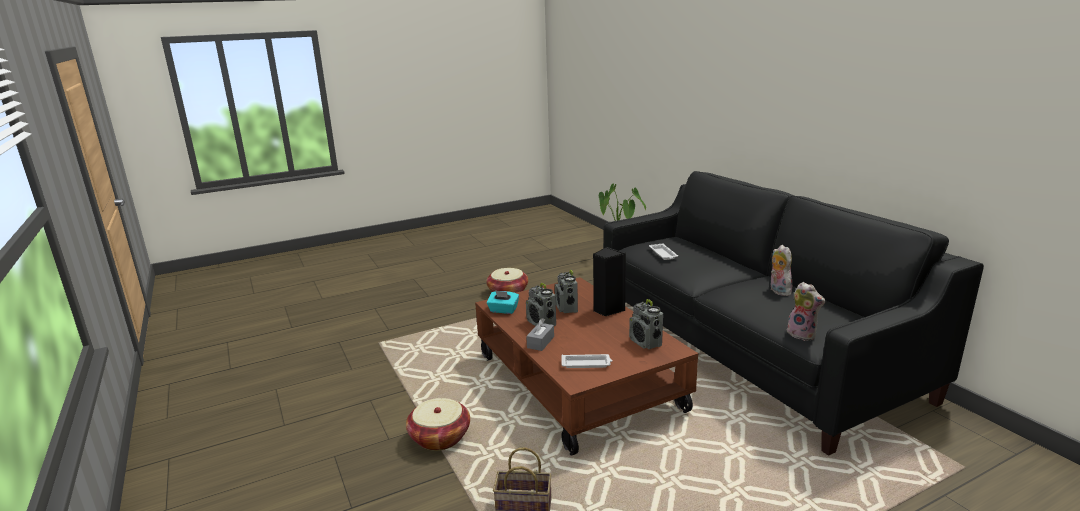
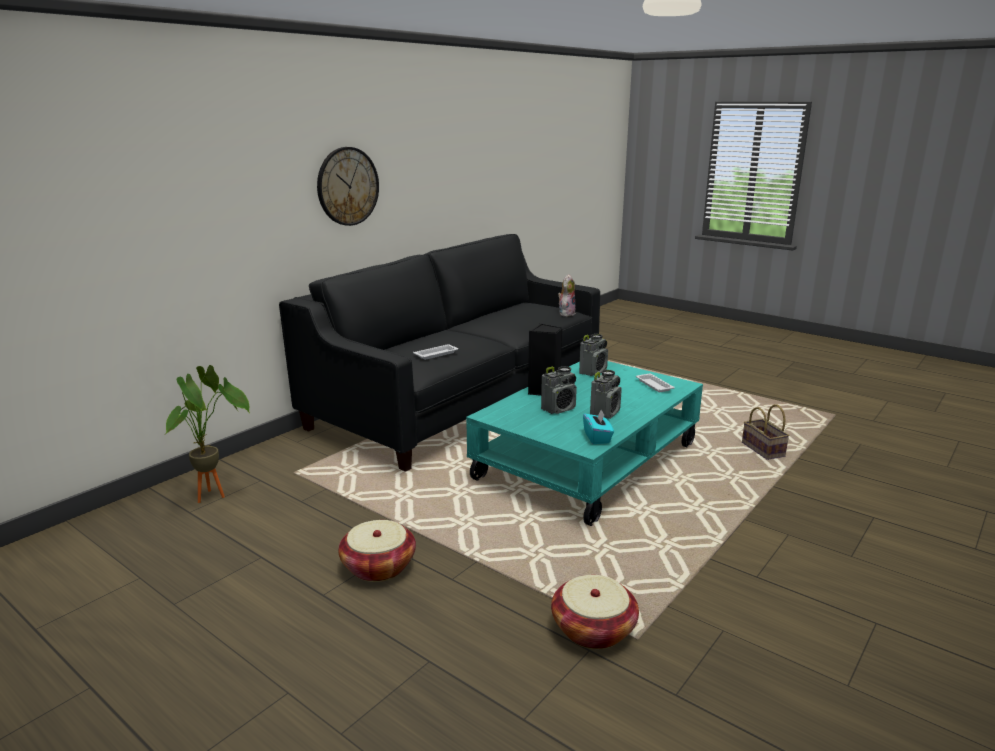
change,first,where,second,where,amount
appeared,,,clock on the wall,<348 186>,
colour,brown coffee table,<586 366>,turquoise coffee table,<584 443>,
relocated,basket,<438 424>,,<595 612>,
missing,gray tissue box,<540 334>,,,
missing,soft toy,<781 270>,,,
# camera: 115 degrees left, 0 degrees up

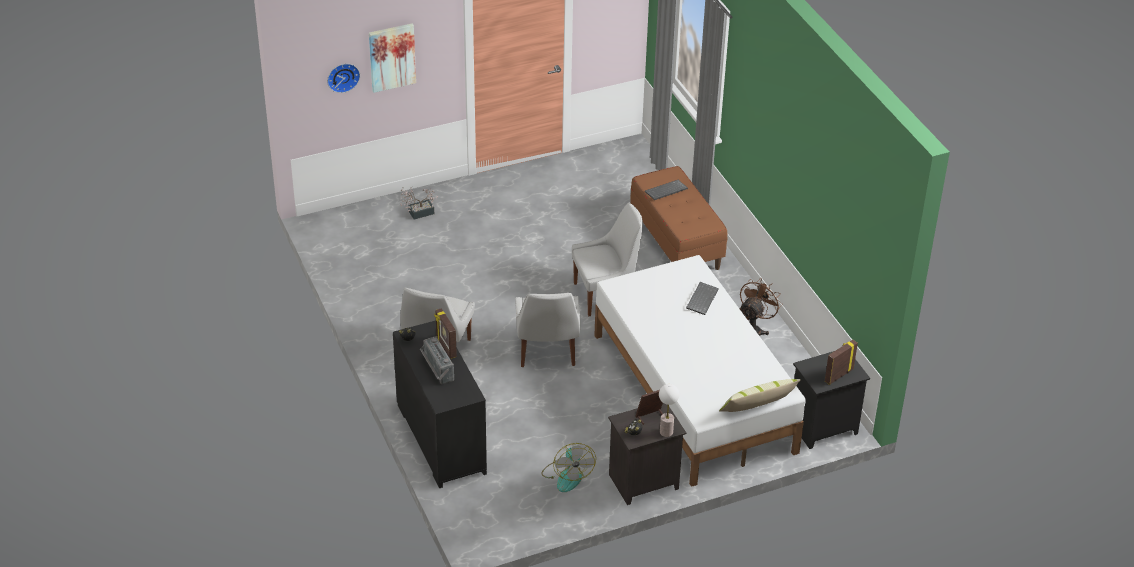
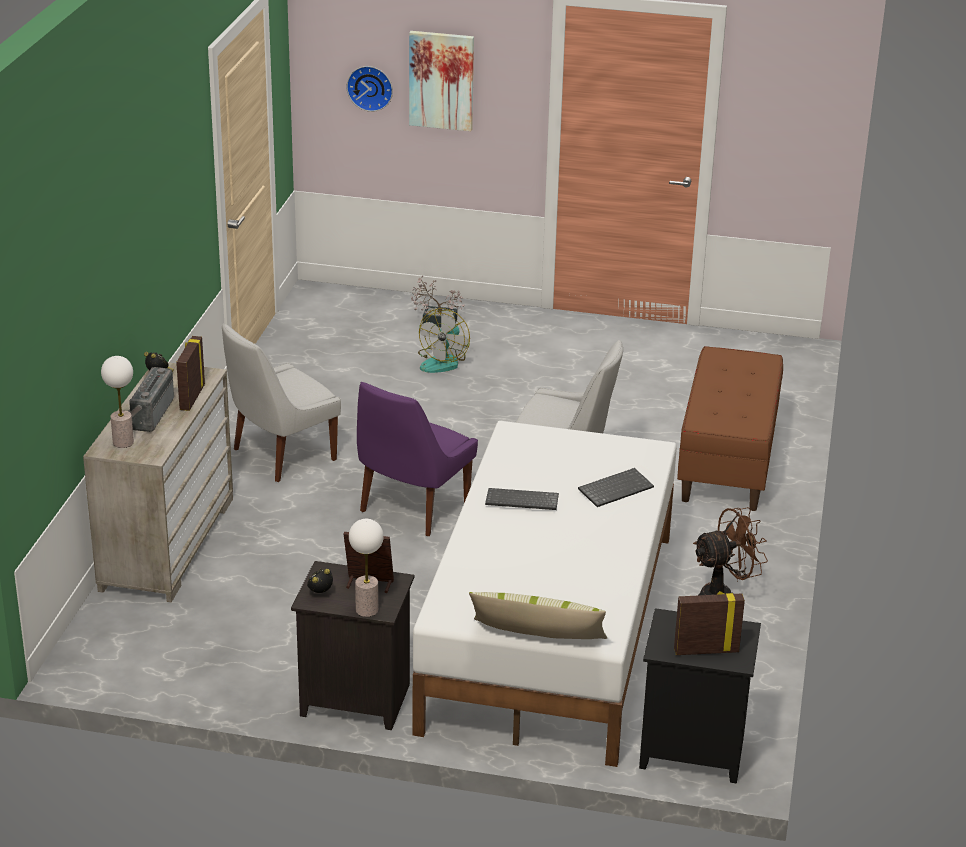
change,first,where,second,where,amount
colour,black-coloured chest of drawers,<440 404>,sand-coloured chest of drawers,<158 482>,
appeared,,,tabletop lamp,<117 402>,
colour,whitish chair,<547 330>,purple-coloured chair,<417 459>,
relocated,fan,<568 467>,,<444 340>,
relocated,PC keyboard,<666 190>,,<522 499>,
# camera: 35 degrees right, 10 degrees down

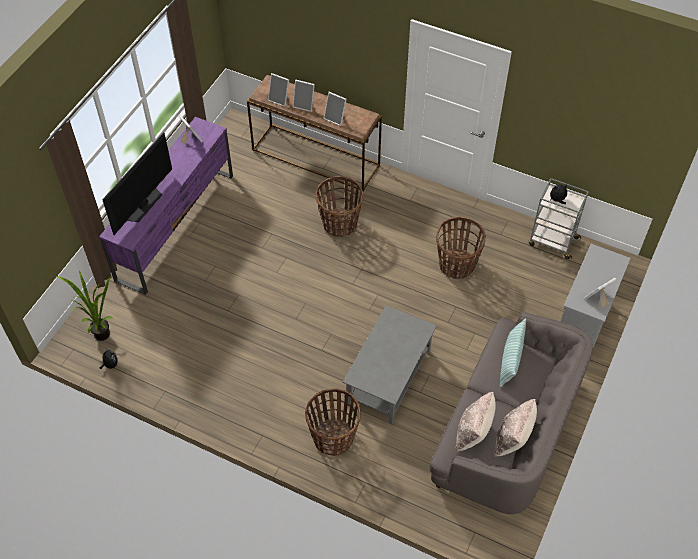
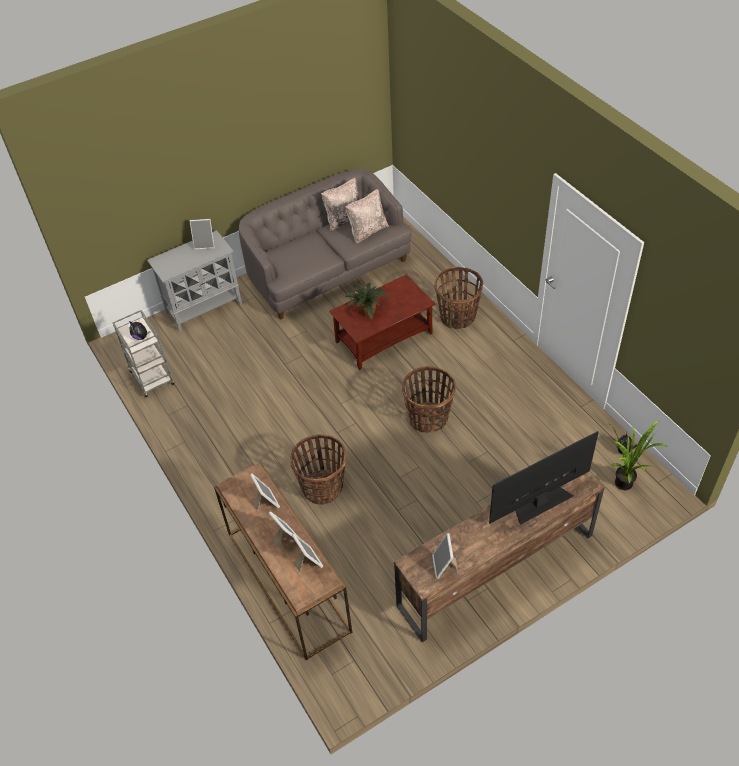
change,first,where,second,where,amount
colour,gray coffee table,<390 365>,brown coffee table,<382 322>,
appeared,,,potted plant,<367 301>,
colour,purple-coloured tv stand,<166 206>,brown tv stand,<499 556>,
relocated,basket,<461 248>,,<429 399>,
missing,throw pillow,<513 352>,,,
# camera: 145 degrees left, 5 degrees down

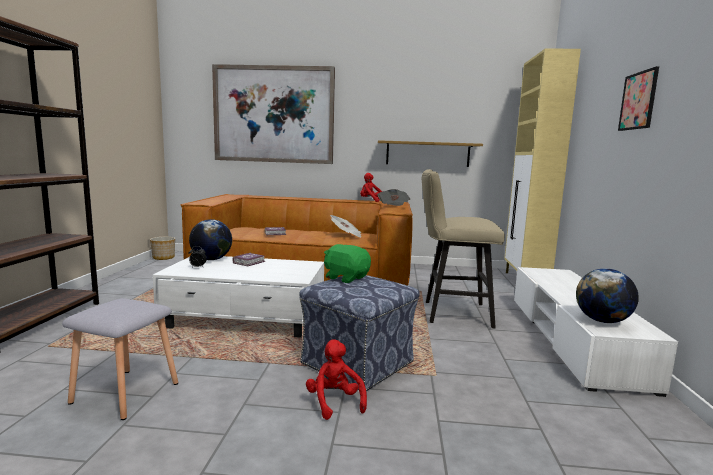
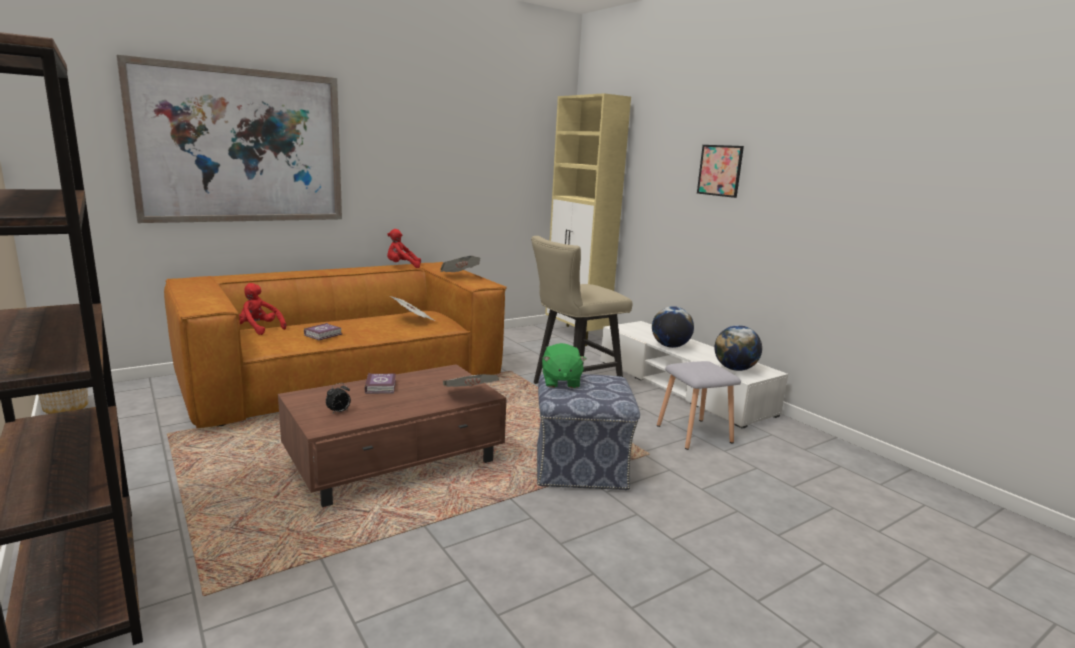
change,first,where,second,where,amount
relocated,reddish soft toy,<336 379>,,<262 309>,
colour,whitish coffee table,<238 297>,brown coffee table,<392 435>,
appeared,,,printed paper,<471 380>,
spun,greenish soft toy,<347 263>,,<564 365>,90 degrees counterclockwise
relocated,globe,<210 239>,,<673 327>,
relocated,gray sitting stool,<120 359>,,<699 405>,
missing,wall shelf,<430 153>,,,
# camera: 40 degrees left, 5 degrees up

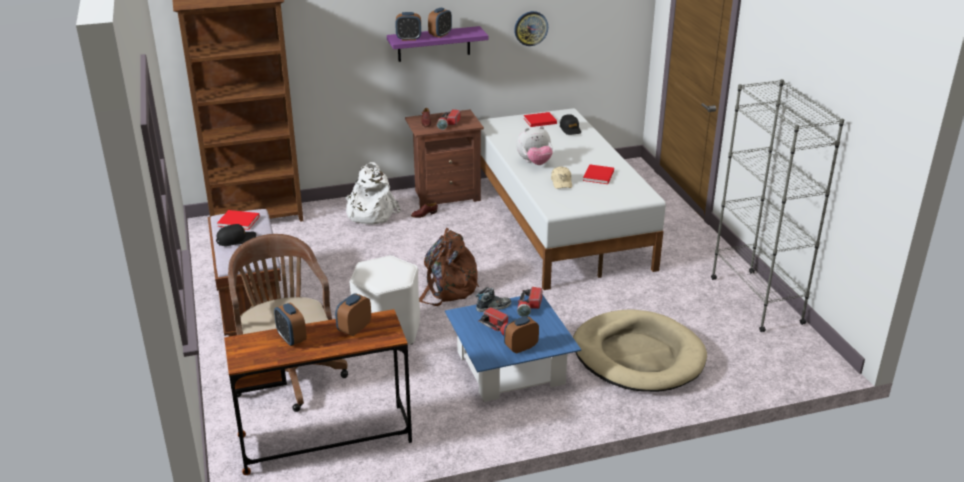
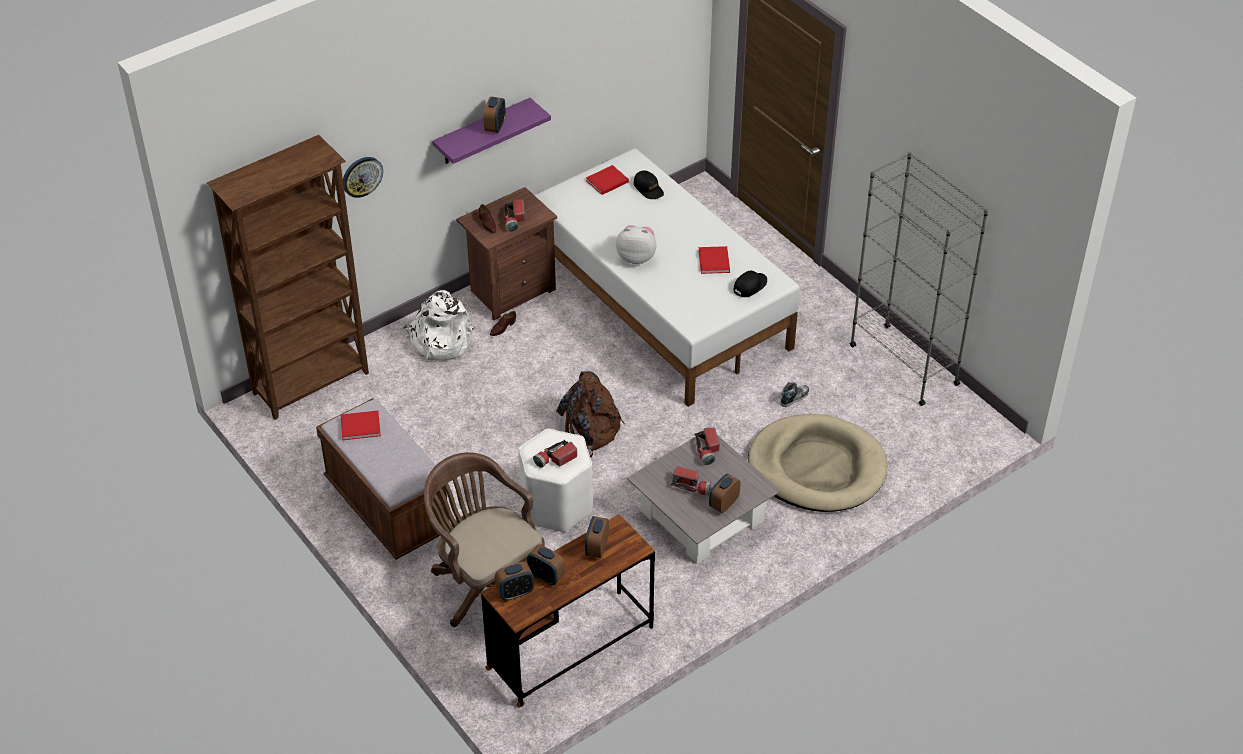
change,first,where,second,where,amount
relocated,clock on the wall,<531 28>,,<363 177>,
relocated,bedside clock,<408 26>,,<514 581>,
appeared,,,hand torch,<555 454>,
spun,soft toy,<535 145>,,<636 244>,135 degrees counterclockwise
colour,blue-coloured coffee table,<513 348>,gray coffee table,<704 499>,
relocated,black-coloured cap,<236 235>,,<750 284>,
relocated,shoe,<493 299>,,<795 394>,
missing,sand-coloured cap,<561 178>,,,
# camera: 20 degrees left, 15 degrees up

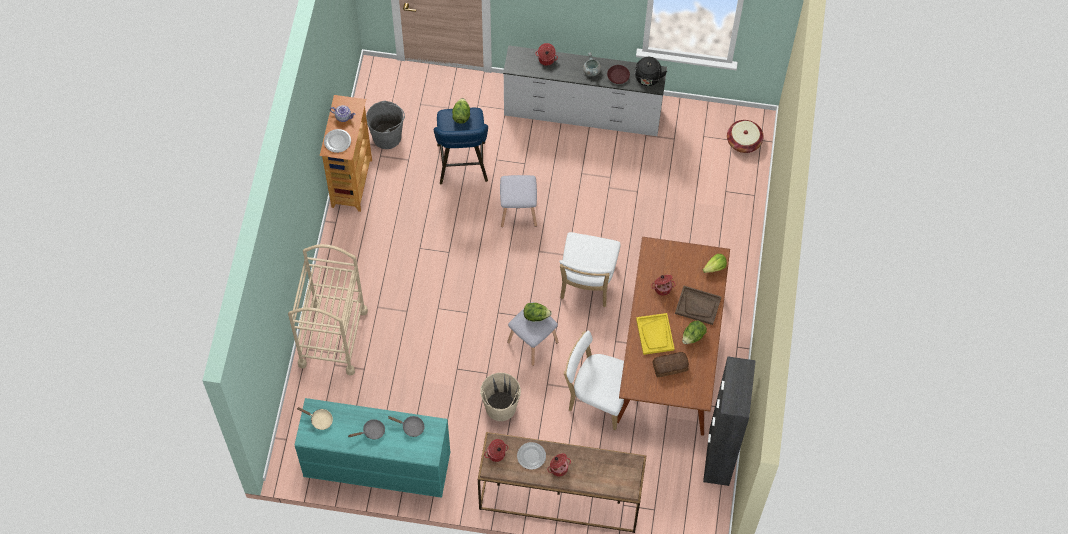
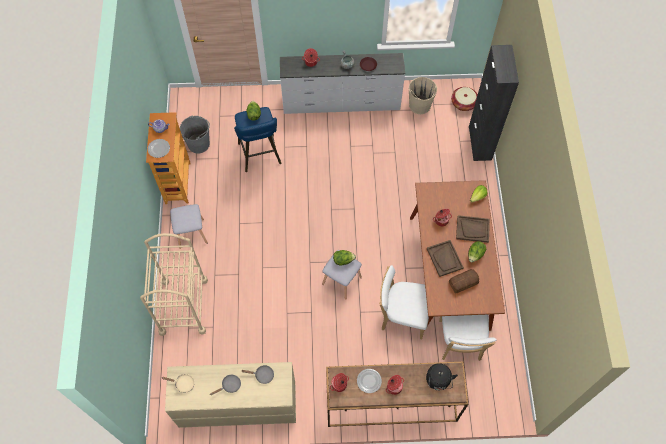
change,first,where,second,where,amount
colour,turquoise chest of drawers,<372 448>,sand-coloured chest of drawers,<230 395>,
relocated,gray sitting stool,<518 201>,,<189 226>,
relocated,sand-coloured bucket,<500 397>,,<423 95>,
relocated,black-coloured tea kettle,<650 71>,,<442 376>,
colour,yellowish serving tray,<655 334>,brown serving tray,<445 258>,
relocated,whitish chair,<589 269>,,<468 337>,
relocated,black-coloured cabinet,<729 421>,,<494 103>,
# camera: 10 degrees left, 0 degrees up

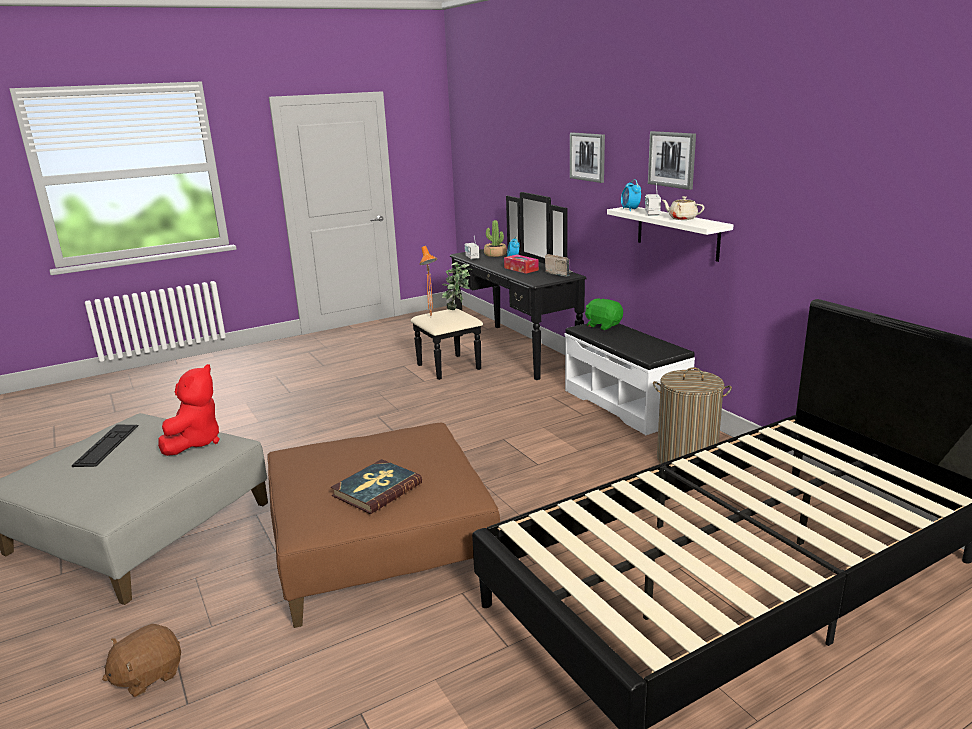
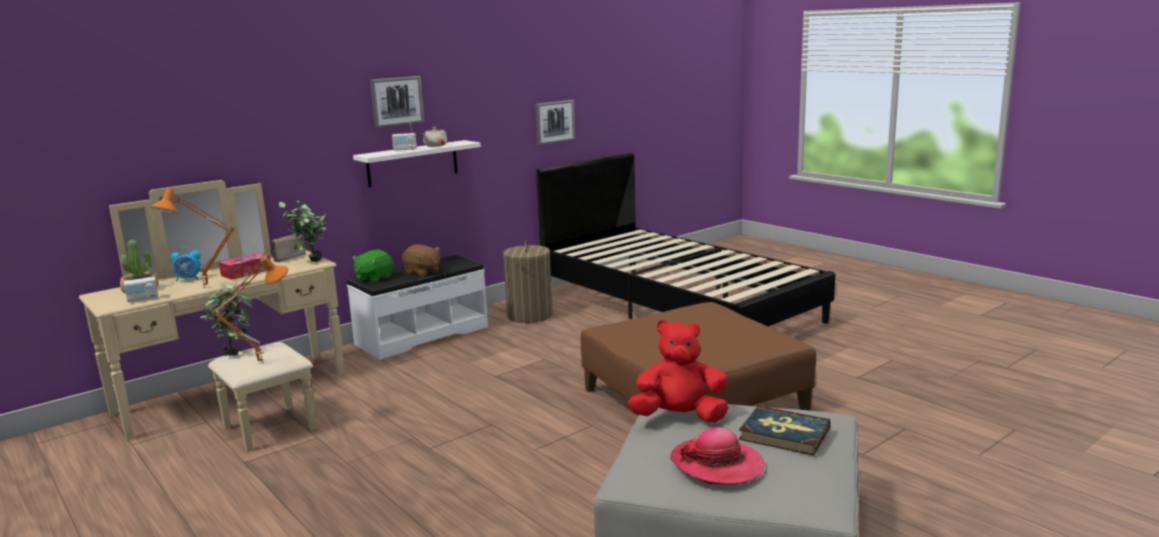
change,first,where,second,where,amount
colour,black-coloured chest of drawers,<499 286>,sand-coloured chest of drawers,<211 316>,
appeared,,,orange tabletop lamp,<193 238>,
appeared,,,potted plant,<303 231>,
relocated,brown soft toy,<141 660>,,<421 260>,
relocated,wall art,<587 158>,,<555 122>,
exchanged,PC keyboard,<105 445>,hat,<717 456>,
relocated,bound book,<376 486>,,<784 431>,
missing,bedside clock,<631 195>,,,
# camera: 100 degrees left, 5 degrees down

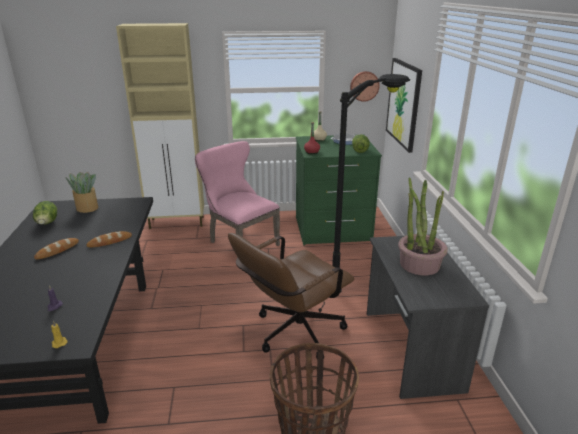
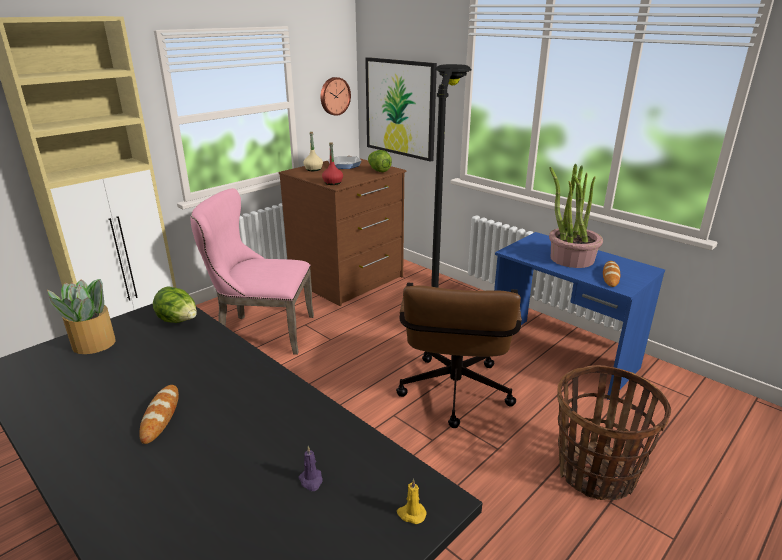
change,first,where,second,where,amount
relocated,lettuce,<45 213>,,<175 304>,
colour,greenish chest of drawers,<339 190>,brown chest of drawers,<342 232>,
colour,gray desk,<428 317>,blue-coloured desk,<579 316>,
relocated,bread,<109 239>,,<611 274>,
# camera: 40 degrees left, 0 degrees up

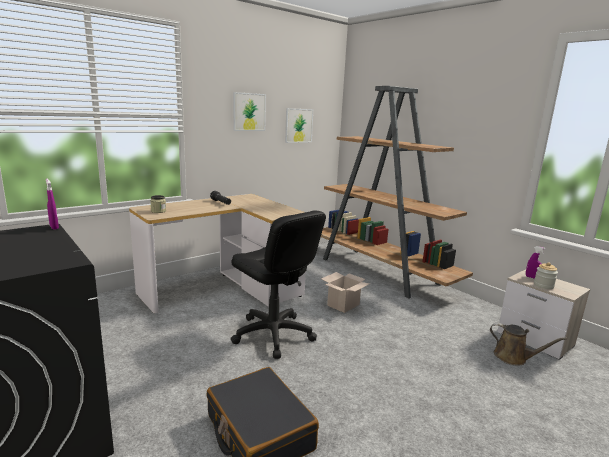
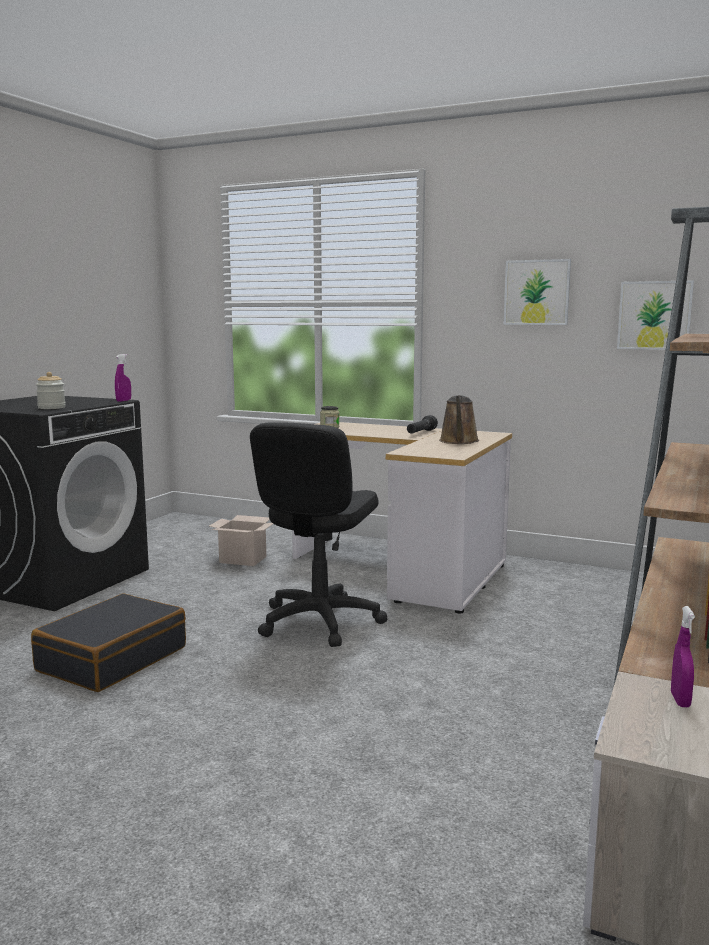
change,first,where,second,where,amount
relocated,preserve jar,<546 275>,,<51 390>,
relocated,cardboard box,<345 292>,,<241 540>,
relocated,brown sprinkling can,<528 344>,,<459 419>,
# camera: 65 degrees right, 5 degrees down

